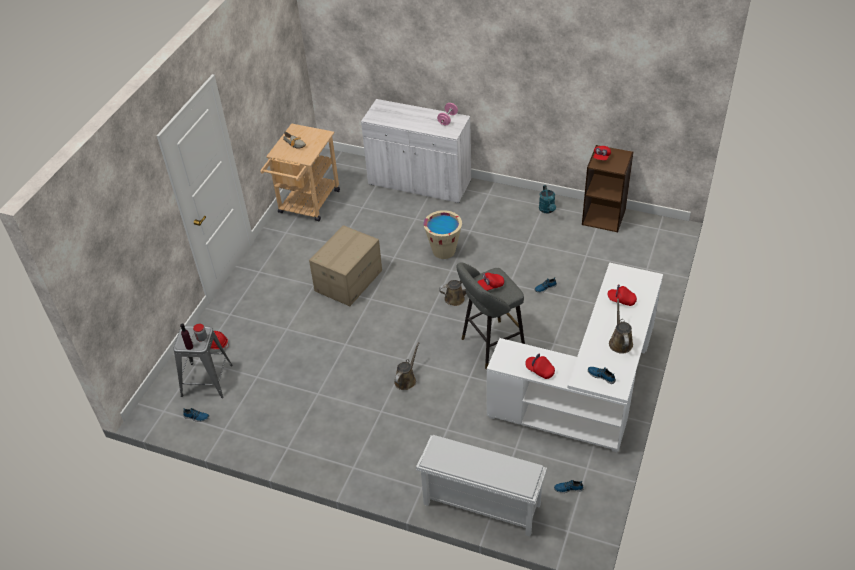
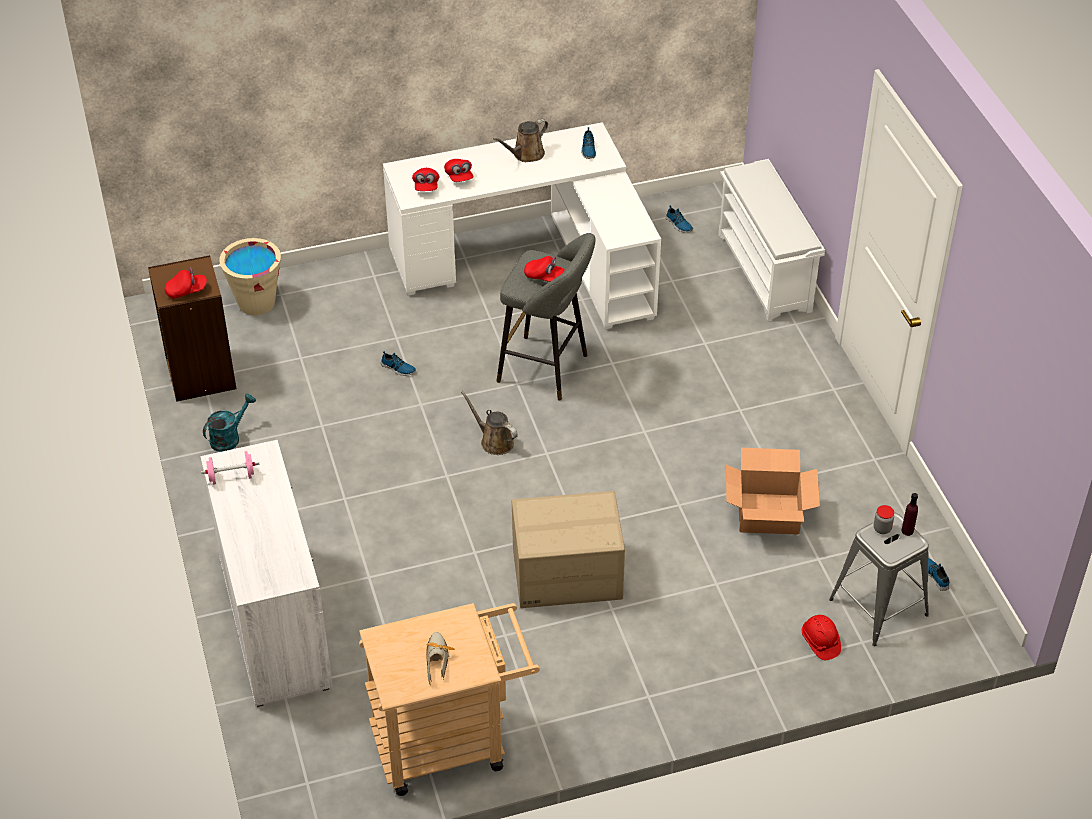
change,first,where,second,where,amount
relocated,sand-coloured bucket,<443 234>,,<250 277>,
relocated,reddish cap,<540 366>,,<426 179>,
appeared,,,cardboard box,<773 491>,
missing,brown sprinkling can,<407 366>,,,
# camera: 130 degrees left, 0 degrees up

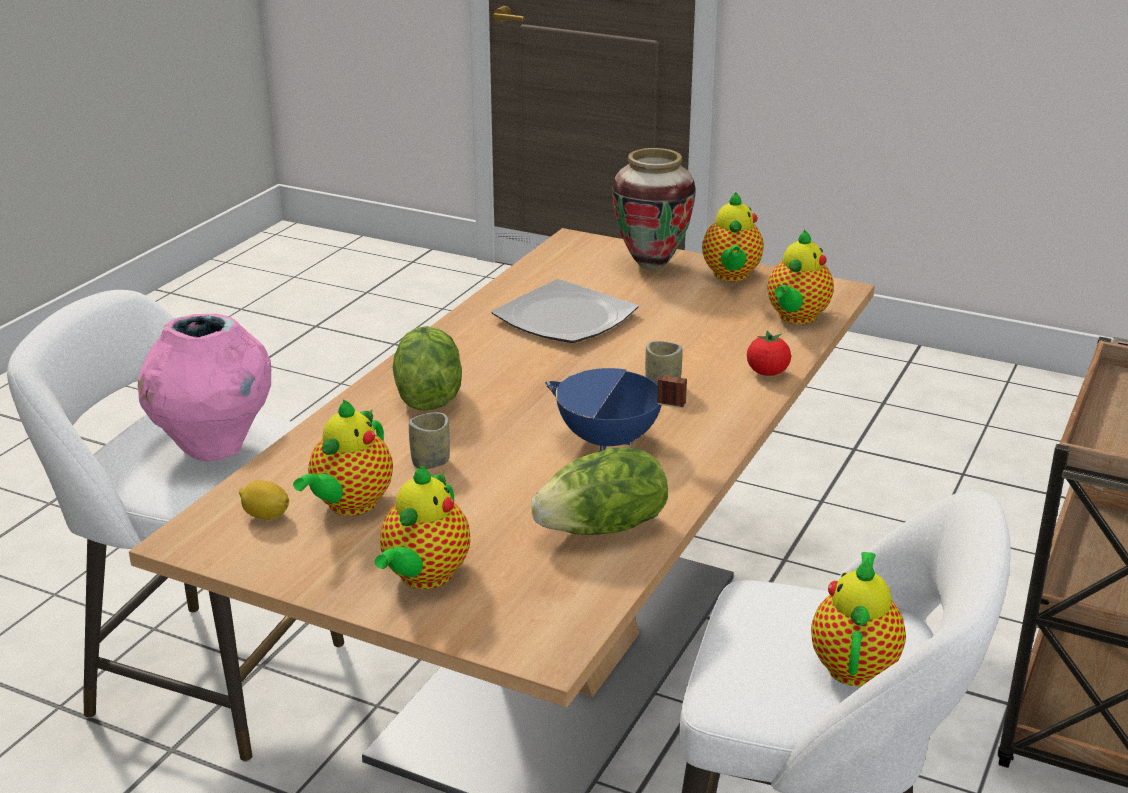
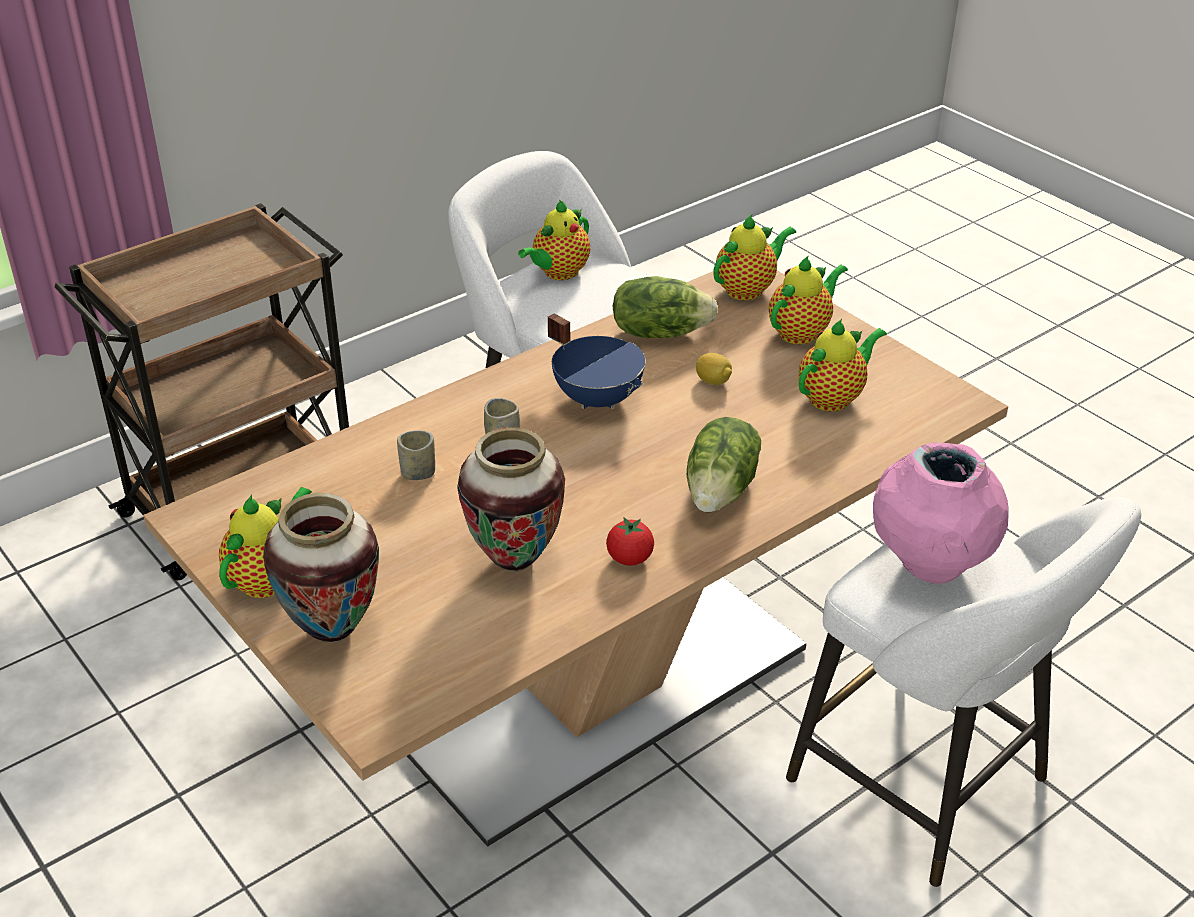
change,first,where,second,where,amount
relocated,small cup,<429 440>,,<416 455>,
exchanged,plate,<564 311>,vase,<511 499>,
relocated,tomato,<769 353>,,<630 541>,
relocated,whole lemon,<264 500>,,<714 369>,
relocated,pot for tea,<801 277>,,<754 257>,
# camera: 155 degrees left, 10 degrees up

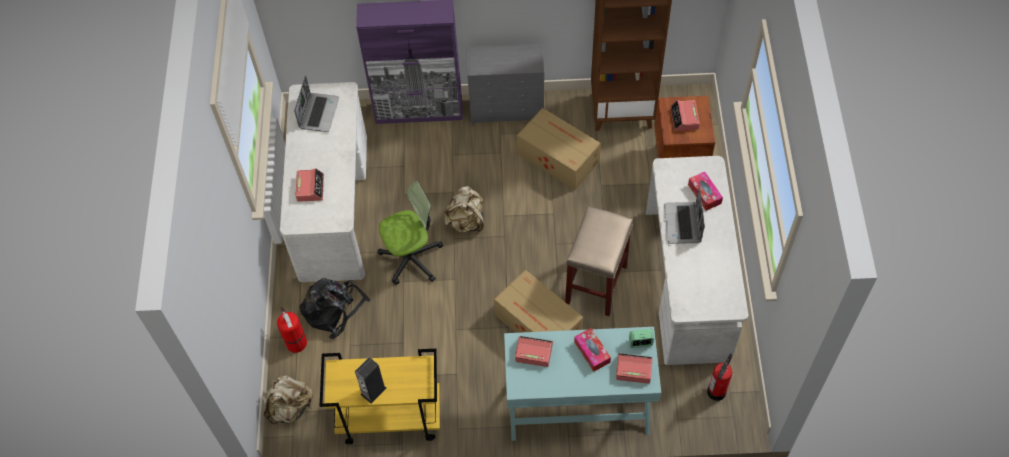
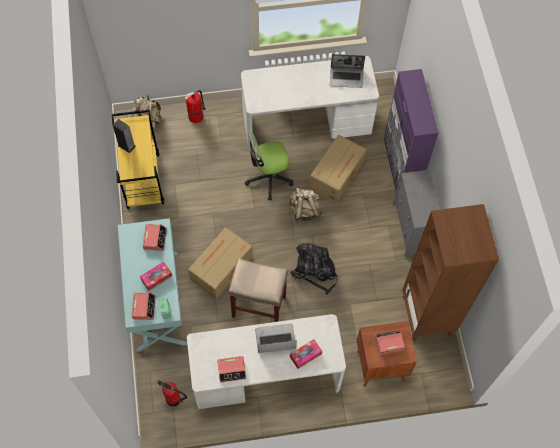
change,first,where,second,where,amount
relocated,bedside clock,<309 185>,,<231 369>,
spun,computer chair,<410 233>,,<269 166>,105 degrees clockwise
relocated,black-coloured rucksack,<335 308>,,<314 269>,
relocated,cardboard box,<559 149>,,<337 168>,
# camera: 80 degrees right, 5 degrees up

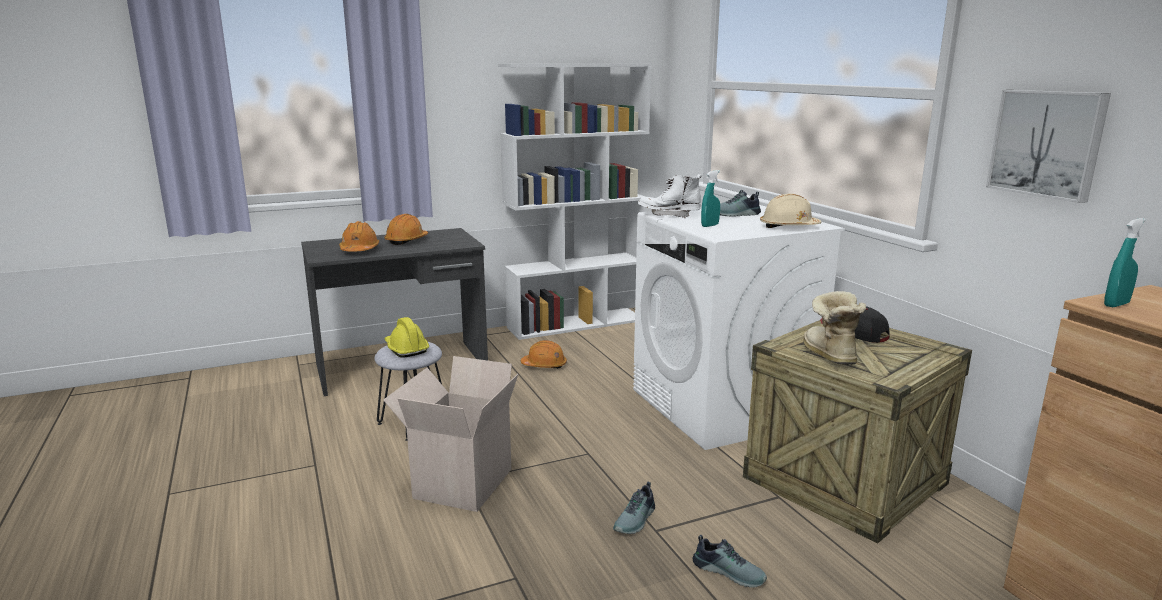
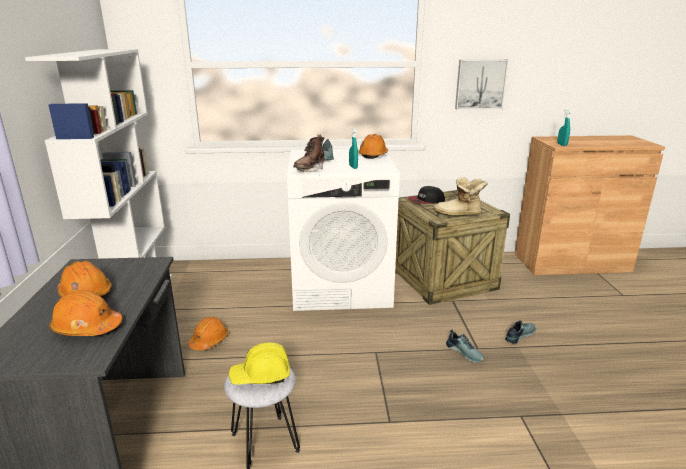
change,first,where,second,where,amount
colour,whitish high-top boot,<670 196>,brown high-top boot,<309 153>,
colour,sand-coloured safety helmet,<791 211>,orange safety helmet,<373 146>,
missing,cardboard box,<450 434>,,,
# camera: 70 degrees left, 5 degrees up

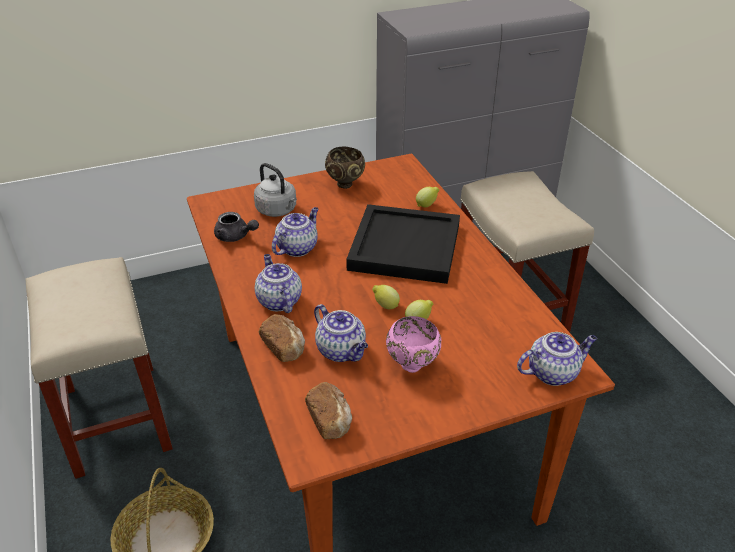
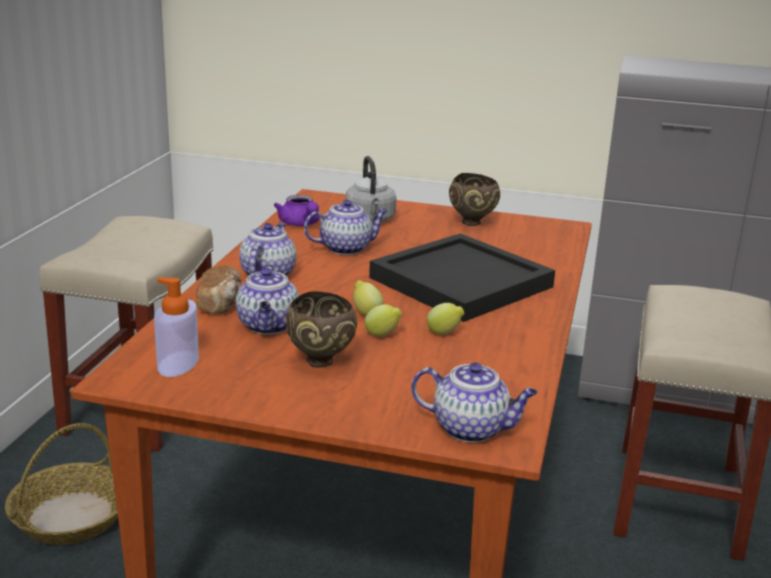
change,first,where,second,where,amount
exchanged,bread,<328 410>,liquid soap bottle,<176 327>,
colour,gray pot for tea,<236 227>,purple-coloured pot for tea,<296 210>,
colour,pinkish bowl,<413 344>,brown bowl,<321 329>,
relocated,whole lemon,<427 197>,,<446 319>,
# camera: 35 degrees right, 15 degrees down

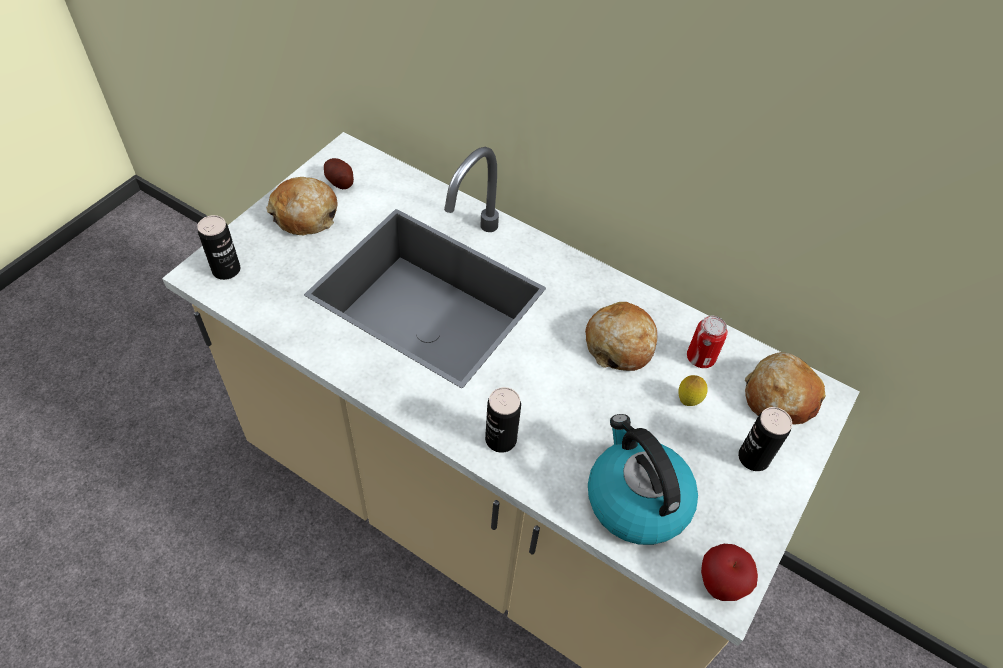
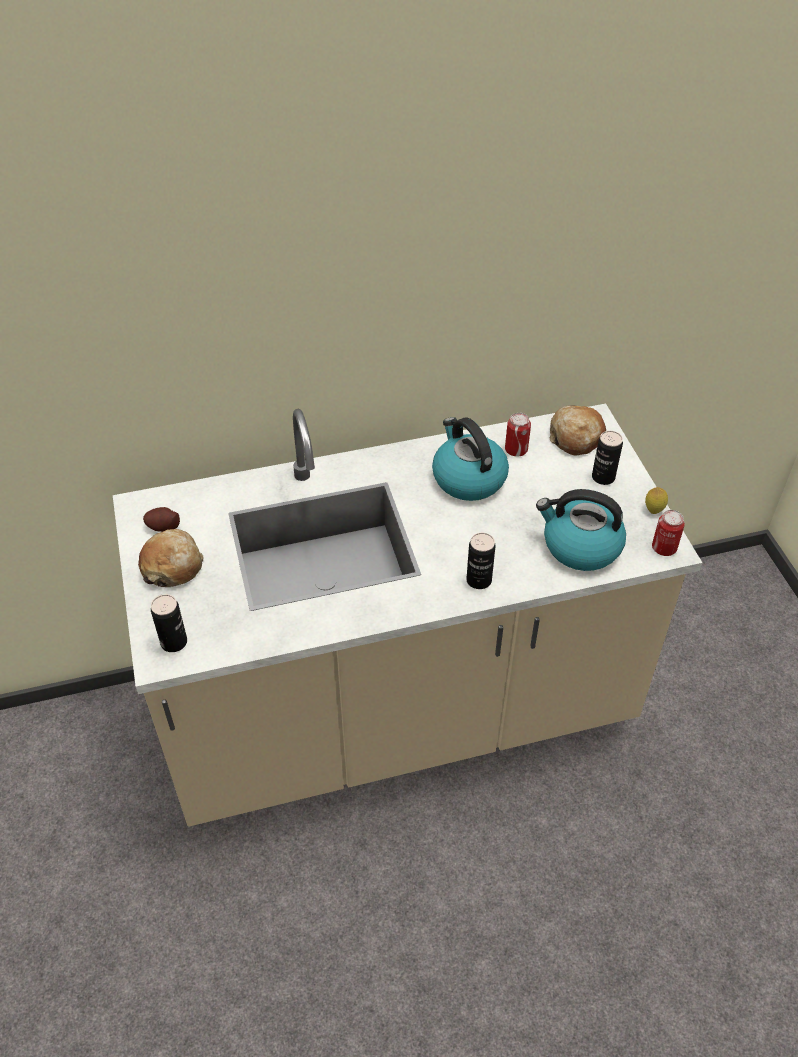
change,first,where,second,where,amount
exchanged,bread,<621 336>,tea kettle,<470 459>,
relocated,whole lemon,<693 390>,,<656 500>,
exchanged,apple,<729 572>,can,<668 533>,
# camera: 45 degrees left, 5 degrees down

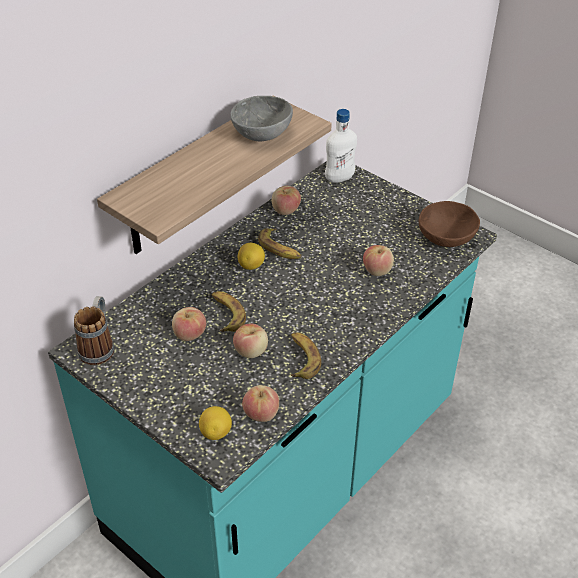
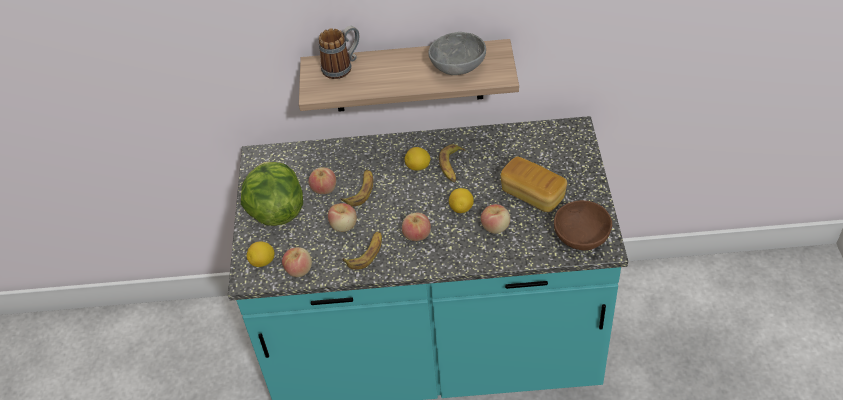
change,first,where,second,where,amount
appeared,,,lettuce,<272 194>,
relocated,coffee mug,<94 330>,,<339 52>,
relocated,apple,<286 200>,,<416 227>,
appeared,,,whole lemon,<461 200>,
appeared,,,bread,<534 184>,
missing,whitish beverage bottle,<341 146>,,,
# camera: 50 degrees right, 5 degrees up

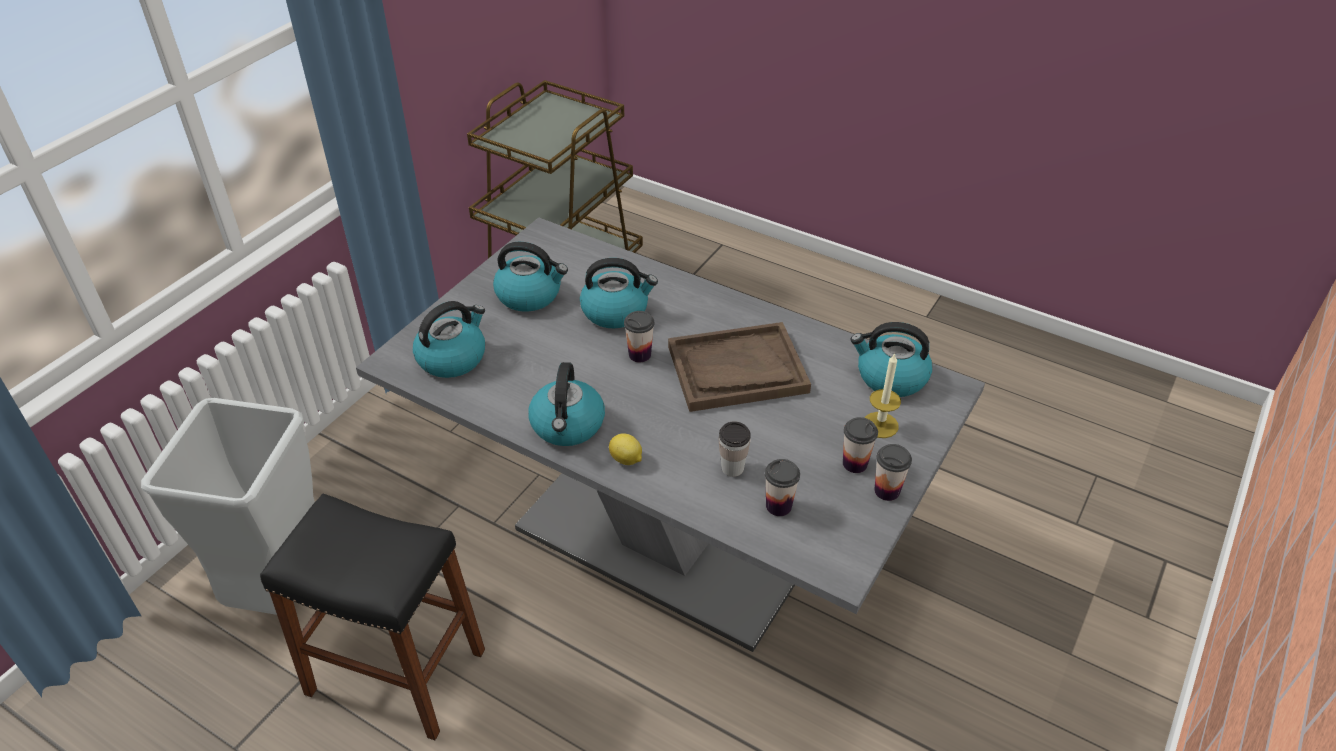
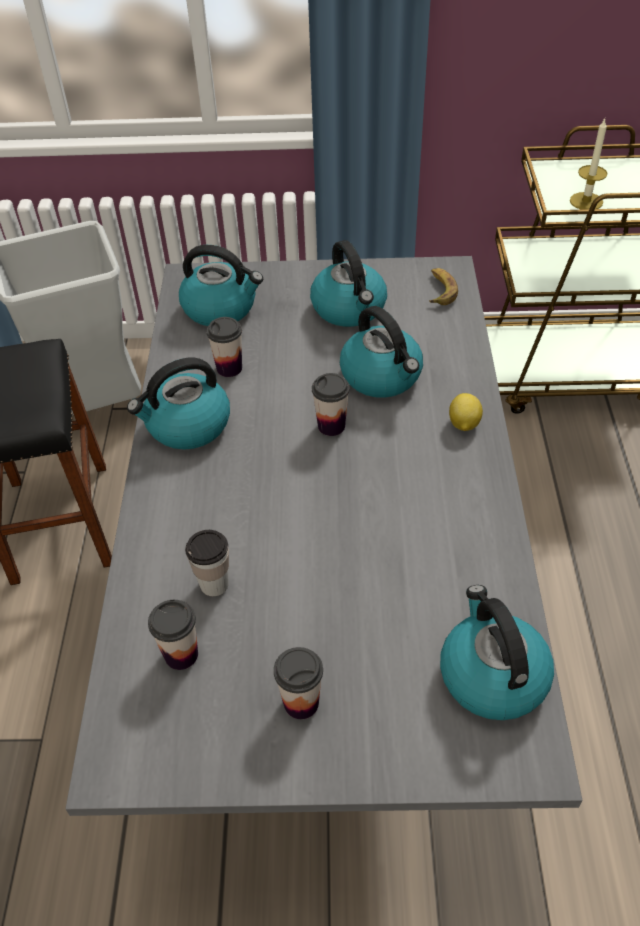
change,first,where,second,where,amount
relocated,small cup,<893 472>,,<224 347>,
appeared,,,banana fruit,<443 286>,
relocated,whole lemon,<625 449>,,<466 412>,
relocated,wax candle,<883 395>,,<588 164>,
missing,brown serving tray,<739 367>,,,
# camera: 60 degrees right, 5 degrees up

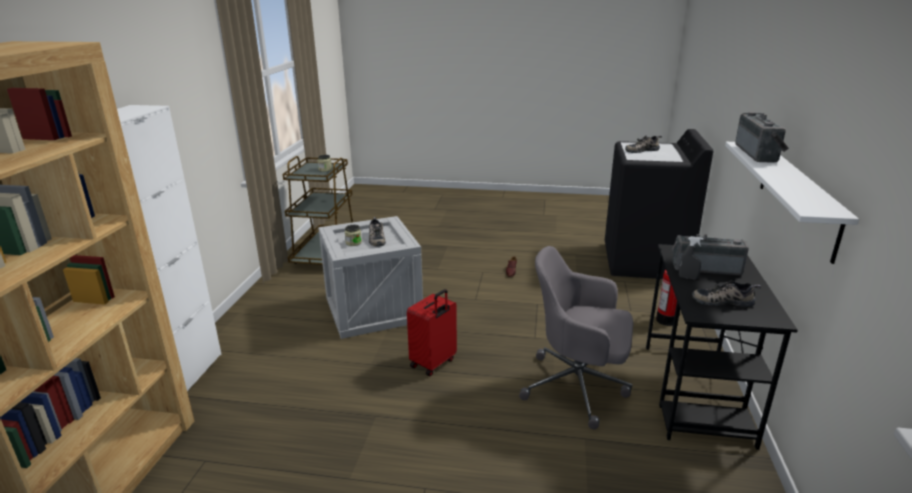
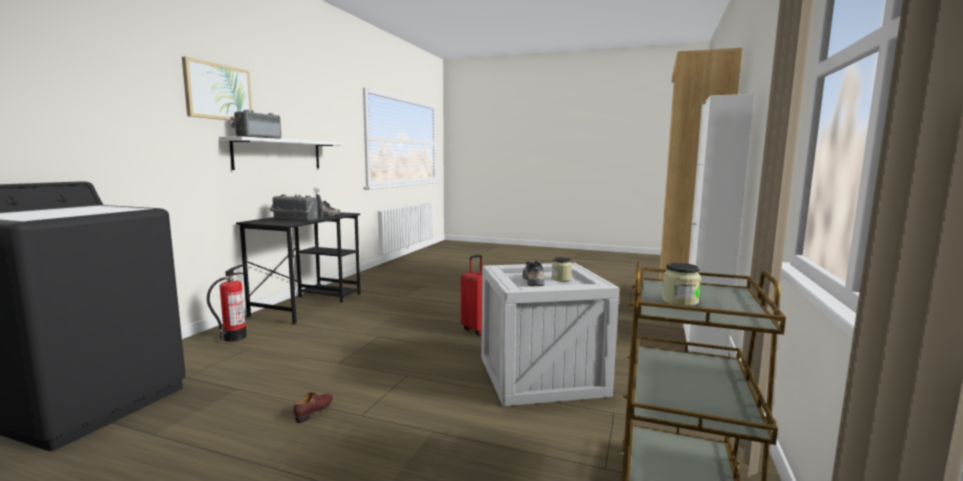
change,first,where,second,where,amount
appeared,,,wall art,<217 89>,
missing,gray computer chair,<576 338>,,,
missing,shoe,<643 144>,,,
# camera: 170 degrees left, 15 degrees down

